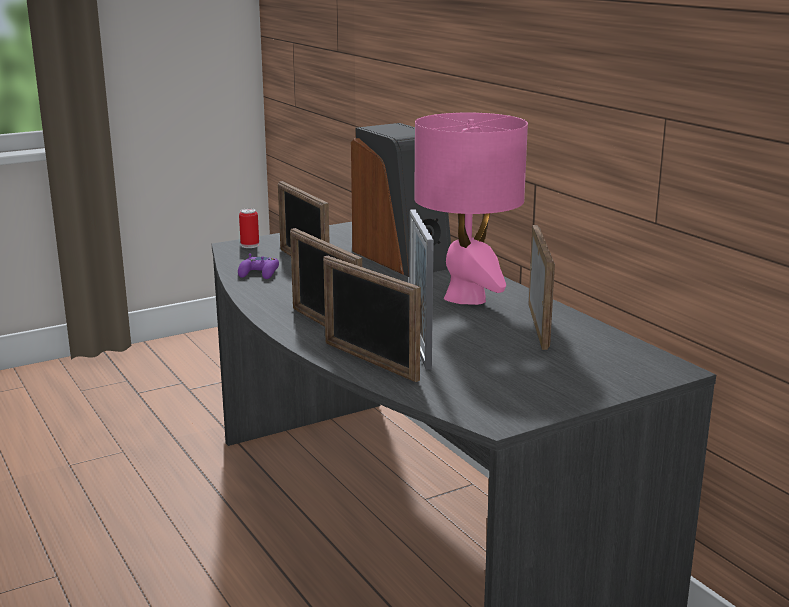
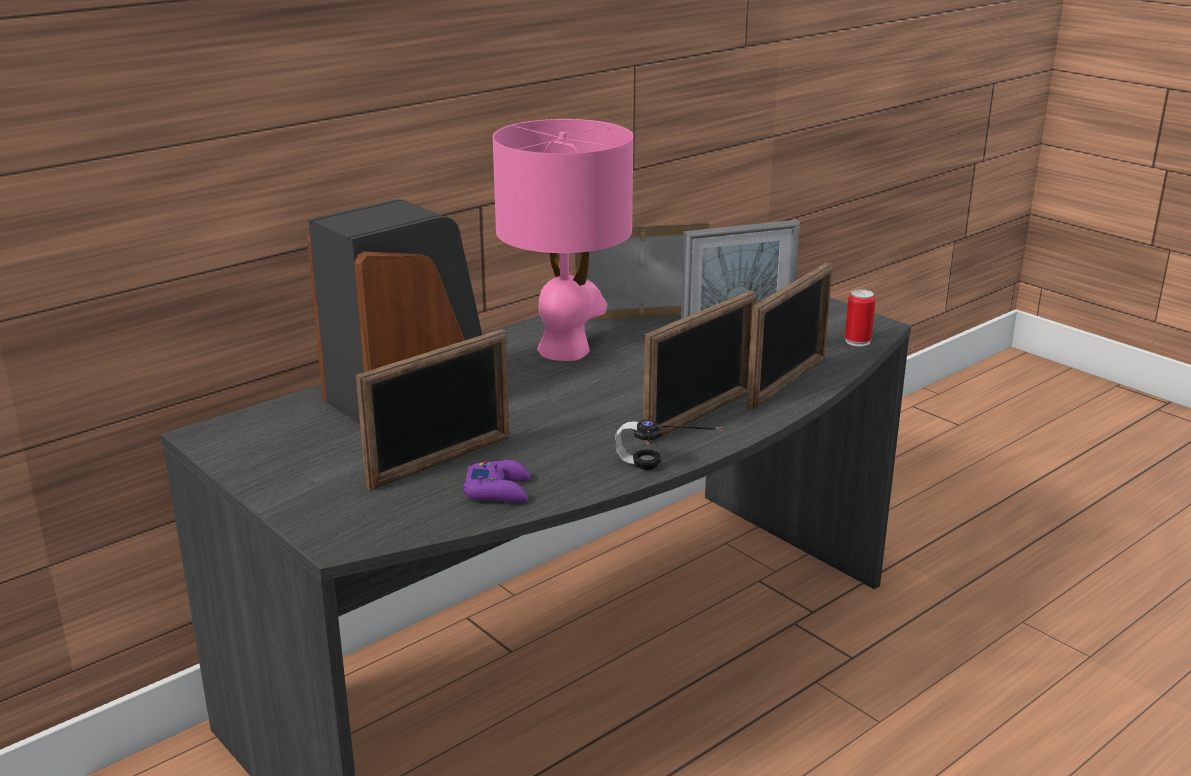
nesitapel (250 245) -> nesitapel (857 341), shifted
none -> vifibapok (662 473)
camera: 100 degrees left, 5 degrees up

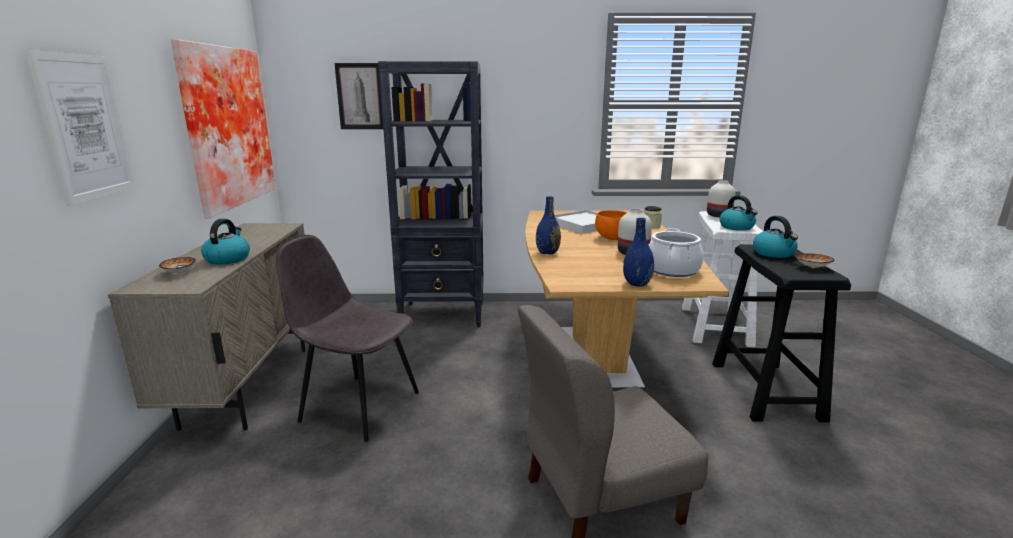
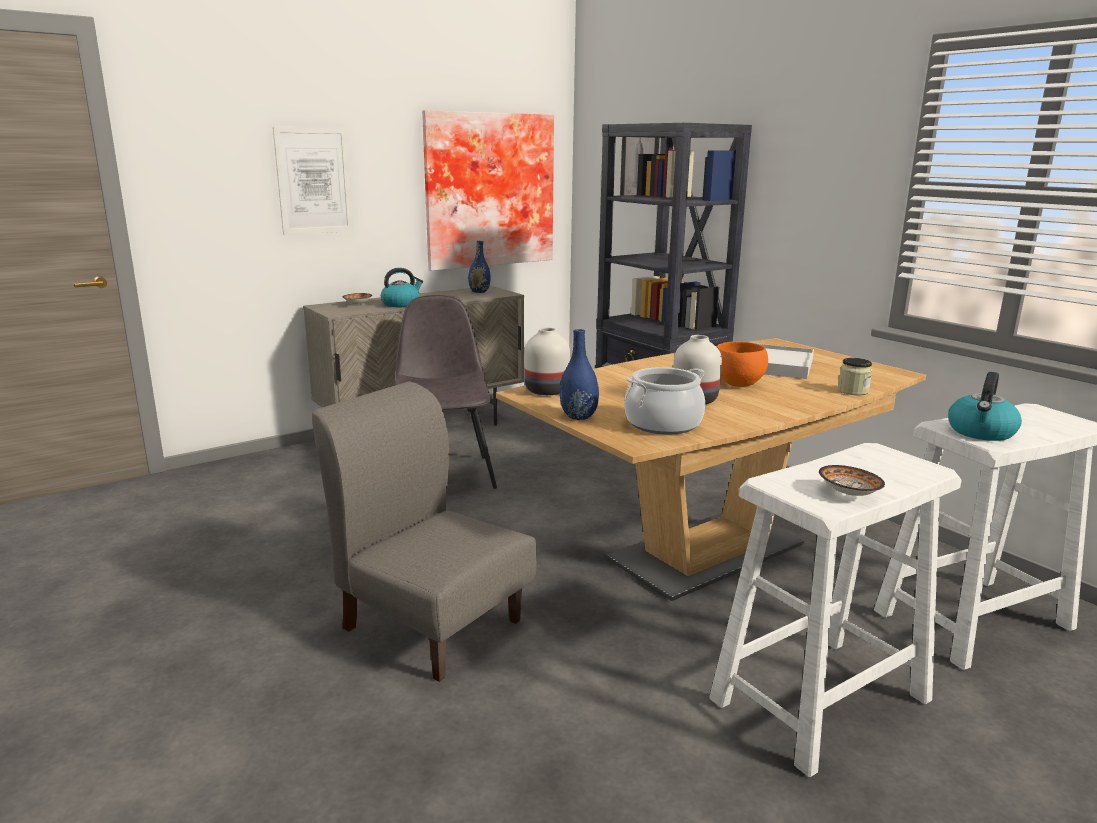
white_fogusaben (718 215) -> white_fogusaben (545 391), shifted
blue_fogusaben (547 252) -> blue_fogusaben (479 292), shifted
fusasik (774 253) -> none
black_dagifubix (765 391) -> white_dagifubix (819 700)
camera: 55 degrees right, 0 degrees up

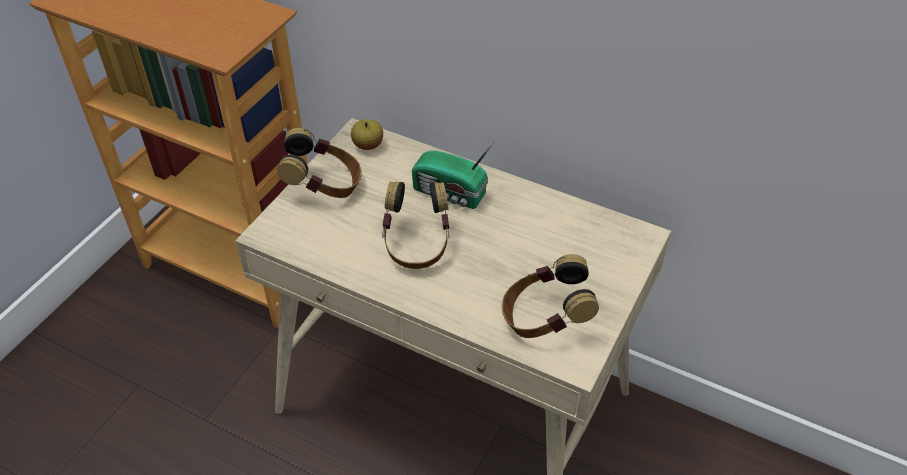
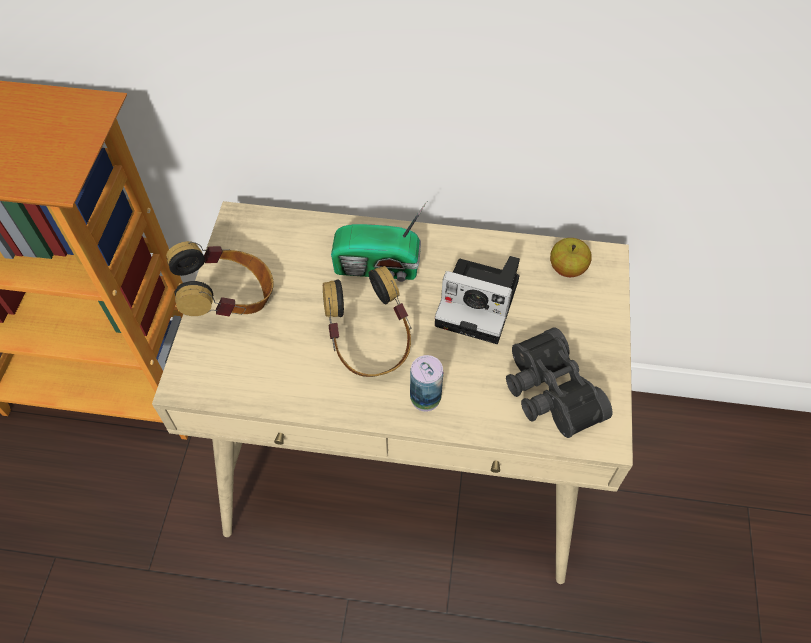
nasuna (368 145) -> nasuna (567 268), shifted
vifibapok (544 319) -> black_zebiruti (547 393)
none -> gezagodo (481 303)
none -> nesitapel (425 398)
camera: 20 degrees left, 10 degrees up

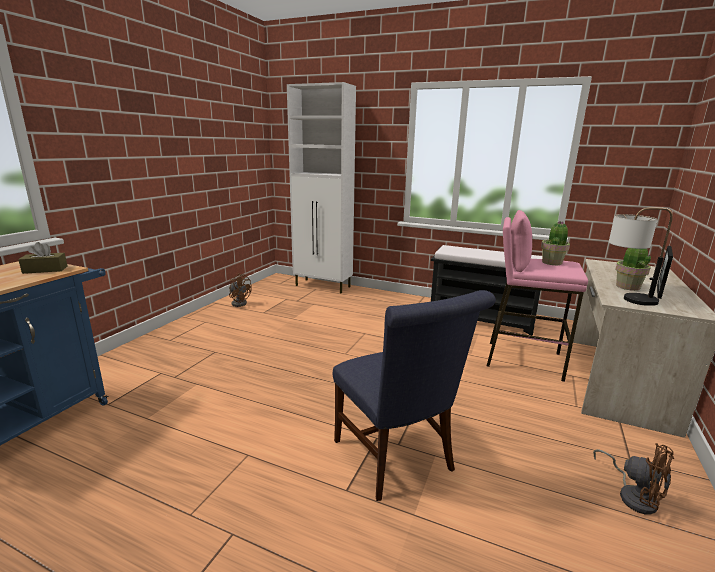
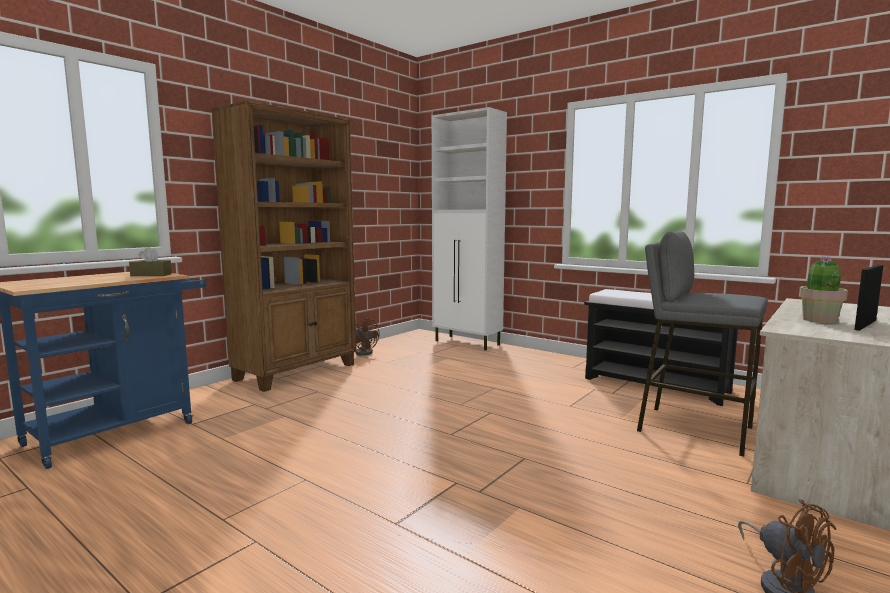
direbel (625 300) -> none
pink_dagifubix (523 360) -> grey_dagifubix (694 429)
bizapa (552 262) -> none
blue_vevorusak (397 459) -> none
none -> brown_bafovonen (297 372)
camera: 15 degrees right, 10 degrees down

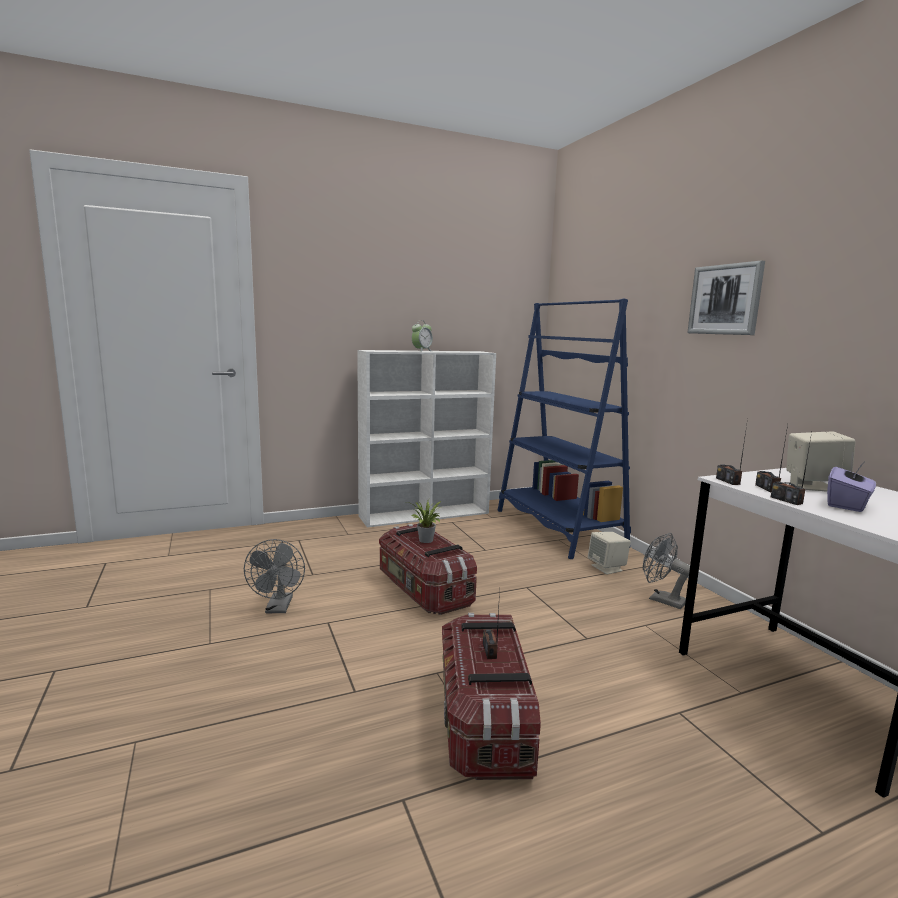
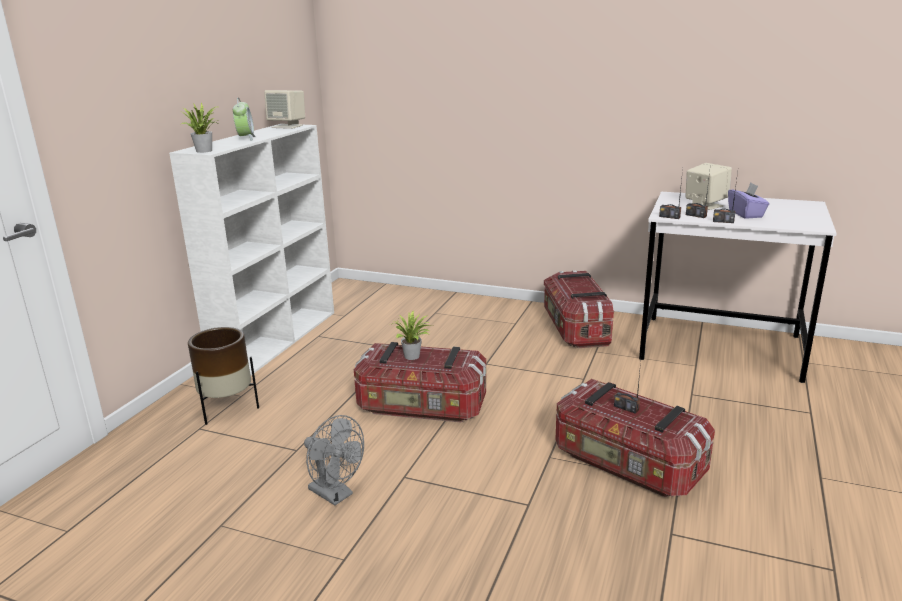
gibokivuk (725 299) -> none
blue_bafovonen (558 528) -> none
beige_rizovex (607 568) -> beige_rizovex (288 126), shifted
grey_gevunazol (661 599) -> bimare (575 328)
none -> bizapa (206 151)
none -> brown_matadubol (228 409)
camera: 45 degrees left, 10 degrees up

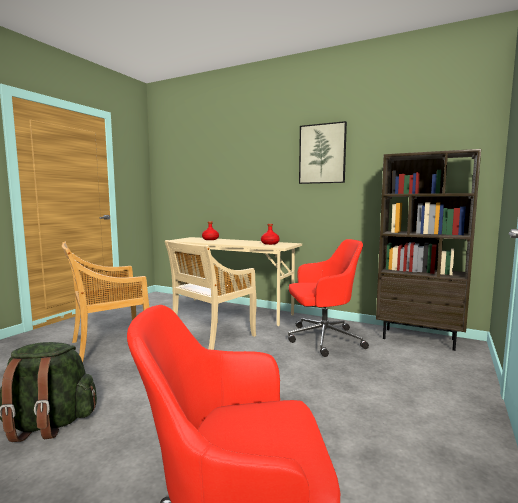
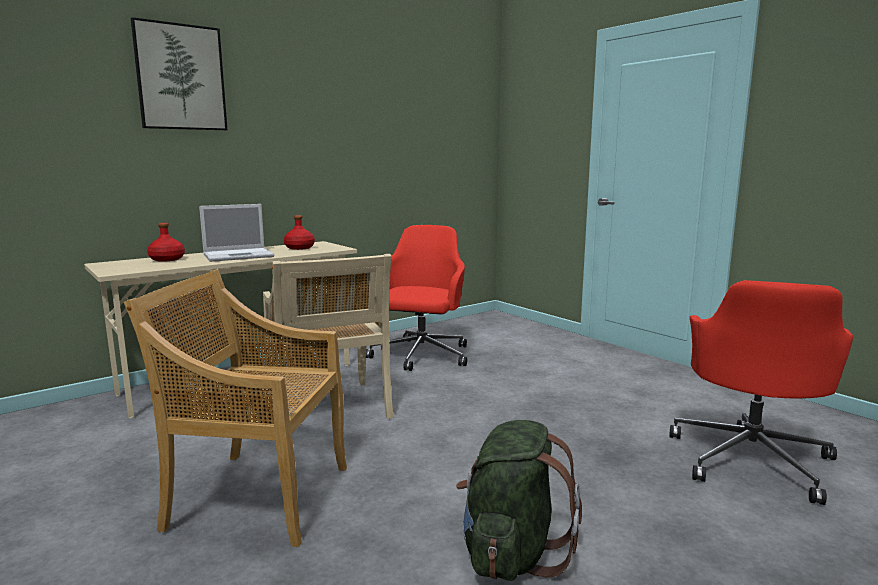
gibokivuk (322 154) -> gibokivuk (180 77), shifted
brown_bafovonen (419 339) -> none
beige_vevorusak (109 347) -> beige_vevorusak (257 496), 105 degrees clockwise
none -> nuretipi (239 255)
camera: 65 degrees left, 5 degrees up

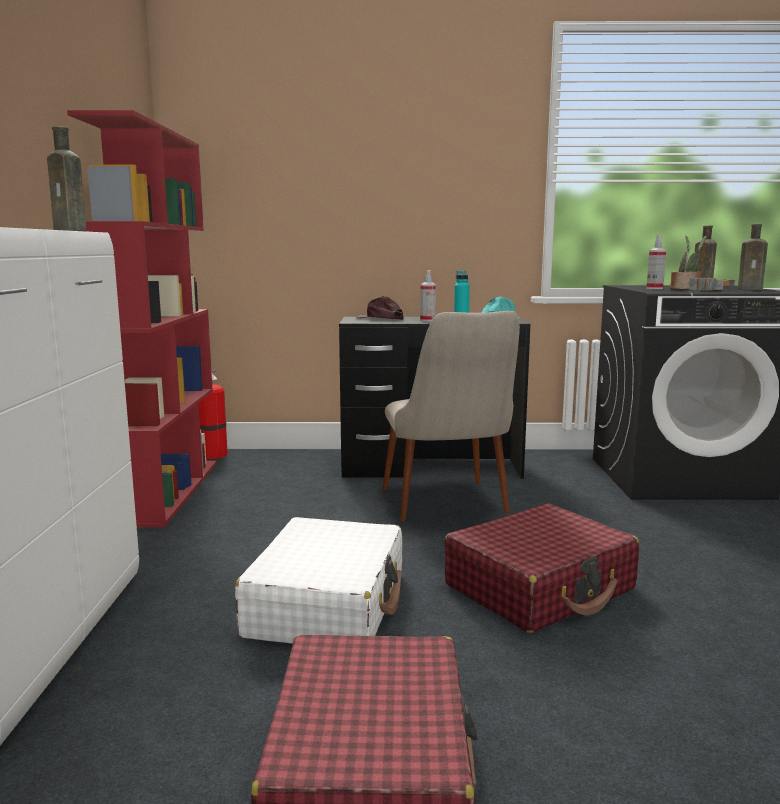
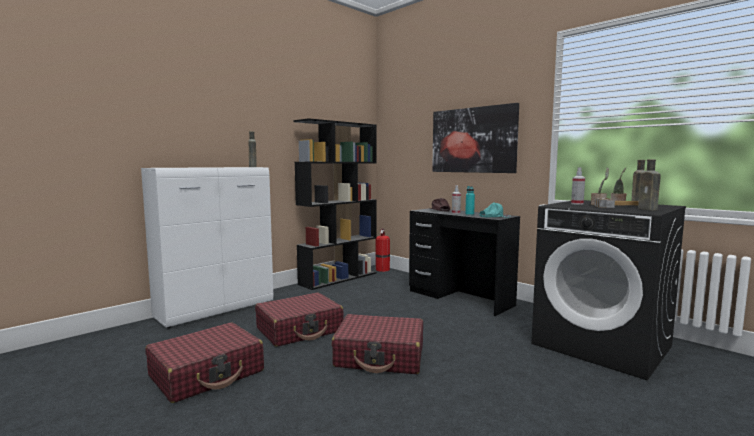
red_bafovonen (167 491) -> black_bafovonen (339 278)
beige_vevorusak (449 509) -> none
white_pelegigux (328 604) -> red_pelegigux (300 330)
none -> gibokivuk (473 140)
camera: 45 degrees right, 5 degrees down

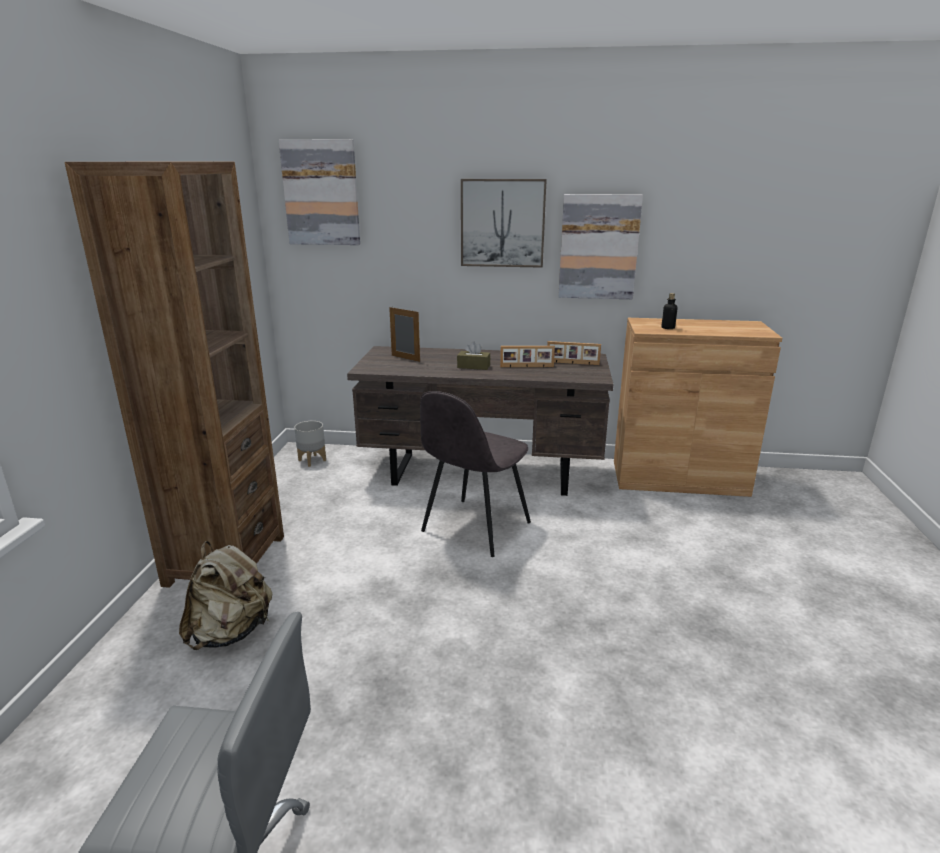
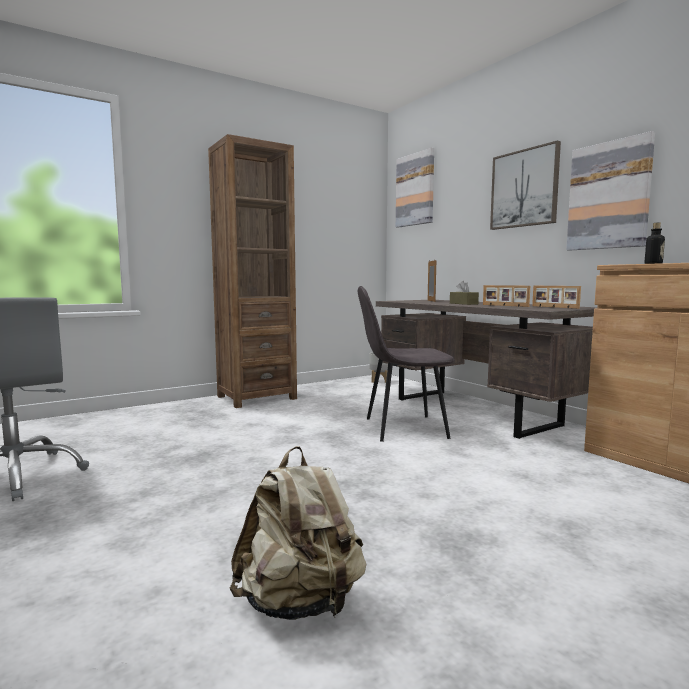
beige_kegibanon (231 632) -> beige_kegibanon (300 602), shifted
camera: 50 degrees right, 15 degrees down

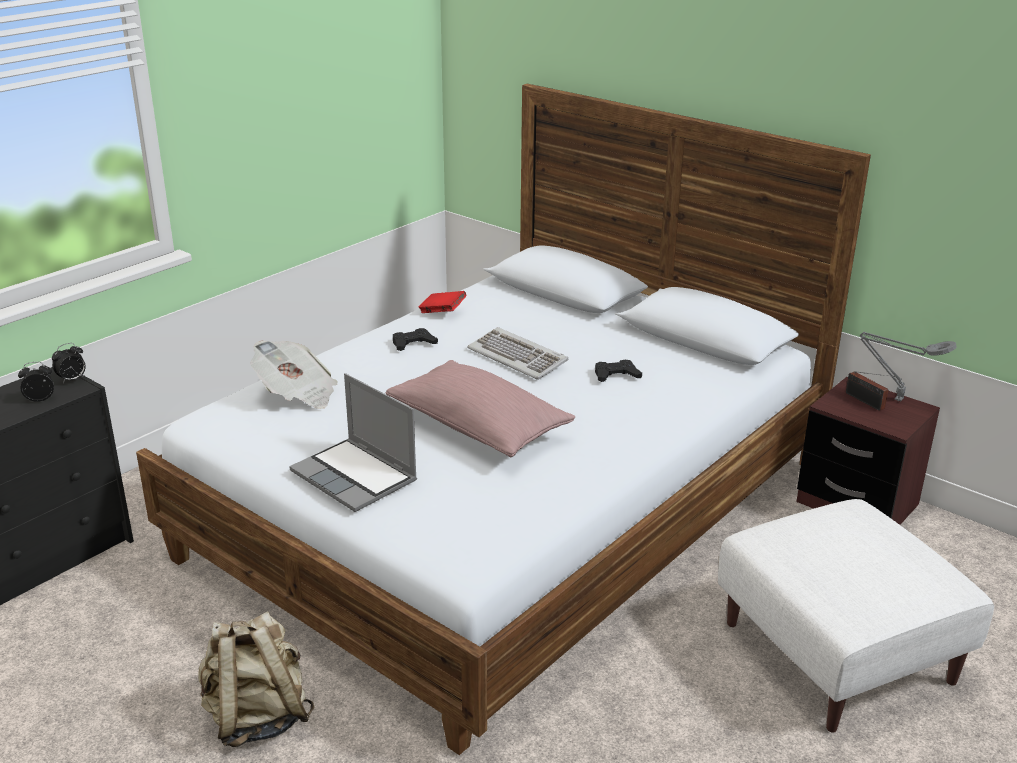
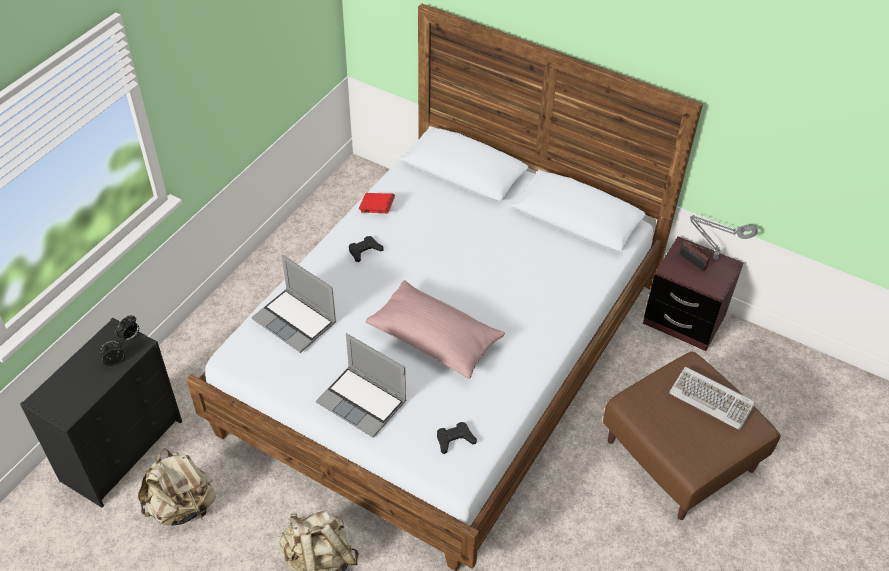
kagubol (518 357) -> kagubol (711 399), shifted
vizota (297 394) -> nuretipi (296 321)
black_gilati (616 375) -> black_gilati (454 439), shifted
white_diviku (839 652) -> brown_diviku (681 455)
none -> beige_kegibanon (182 506)
camera: 10 degrees left, 20 degrees up

